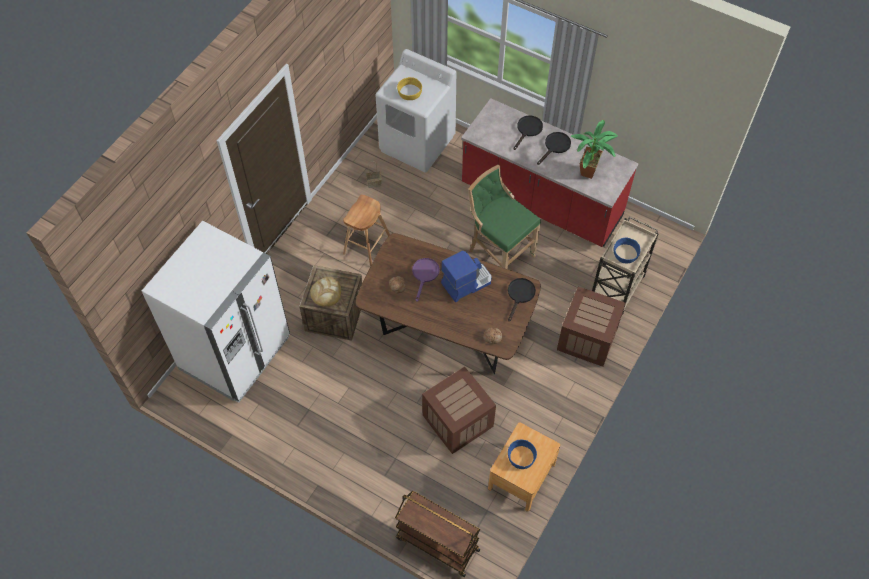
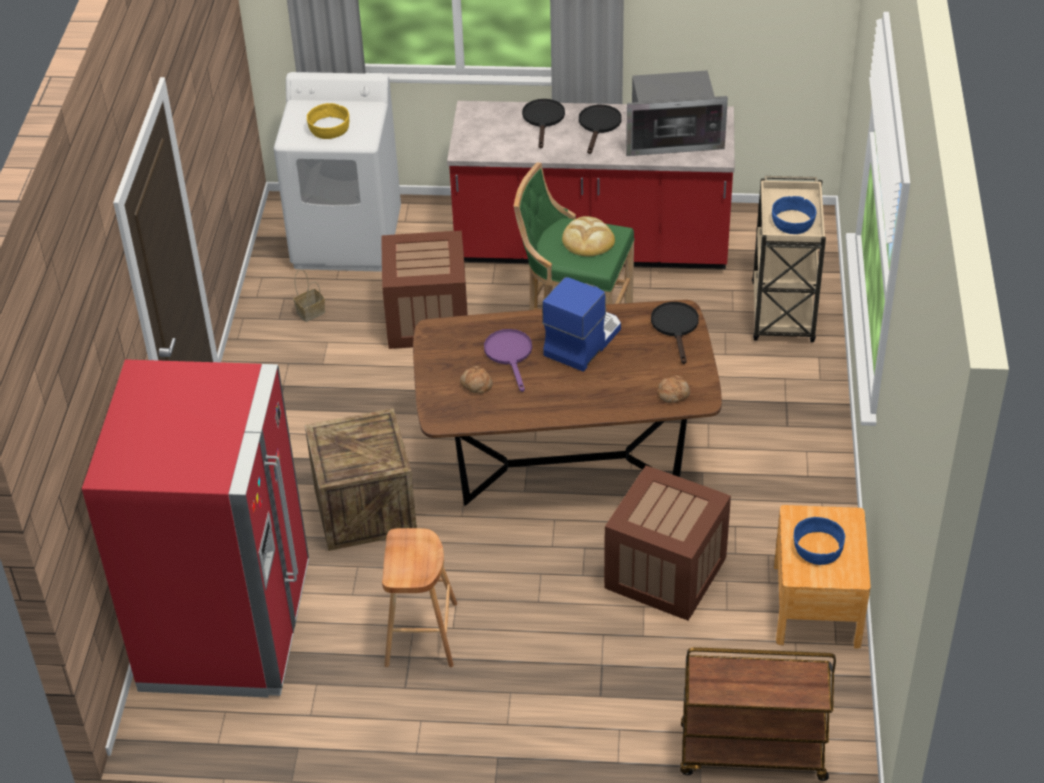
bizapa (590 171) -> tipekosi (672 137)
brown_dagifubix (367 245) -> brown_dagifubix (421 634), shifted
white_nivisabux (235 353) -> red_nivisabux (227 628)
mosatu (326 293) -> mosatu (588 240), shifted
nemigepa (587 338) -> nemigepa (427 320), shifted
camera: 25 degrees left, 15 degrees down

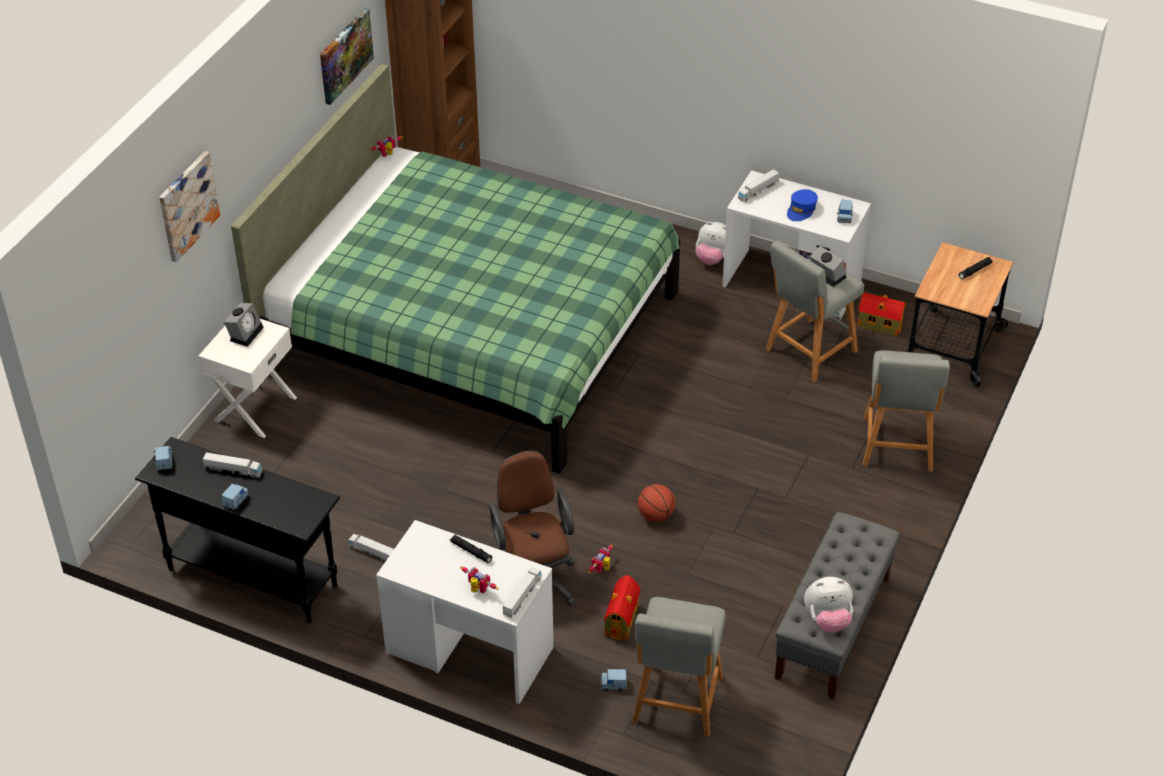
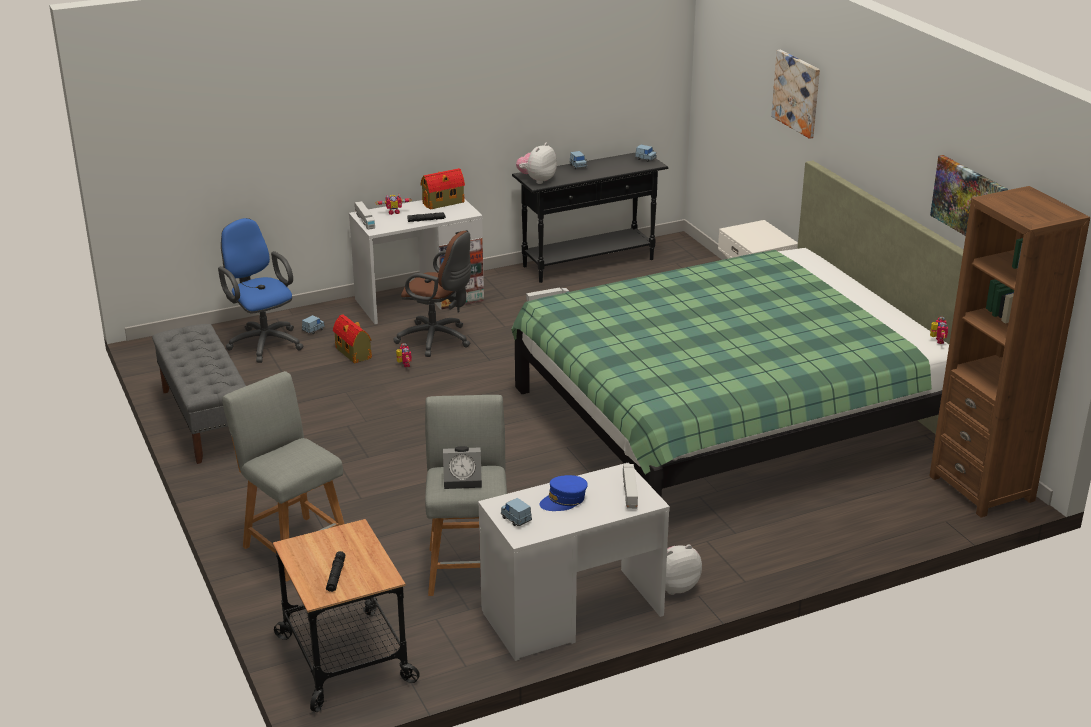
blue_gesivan (801 210) -> blue_gesivan (564 500), 105 degrees counterclockwise
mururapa (878 324) -> mururapa (444 202), shifted
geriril (245 333) -> none
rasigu (233 470) -> none
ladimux (656 515) -> none
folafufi (827 620) -> folafufi (537 180), shifted
grey_dagifubix (676 703) -> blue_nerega (263 342)
camera: 130 degrees right, 15 degrees down

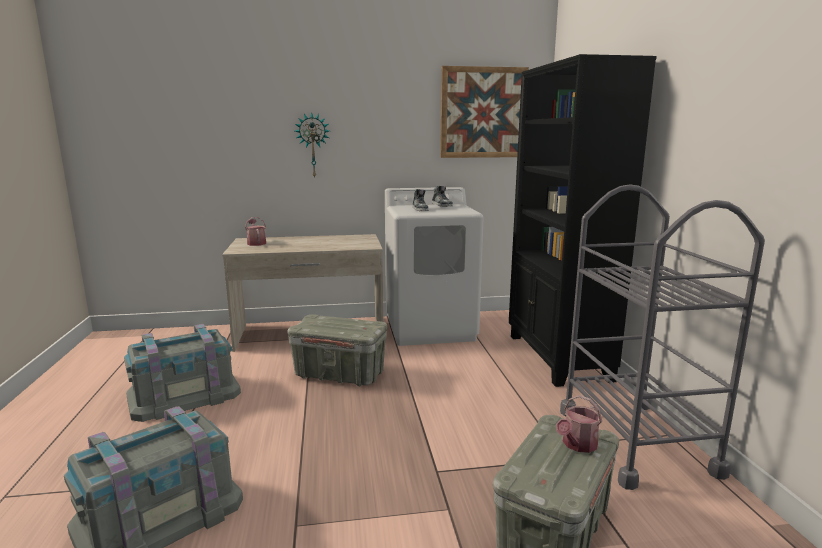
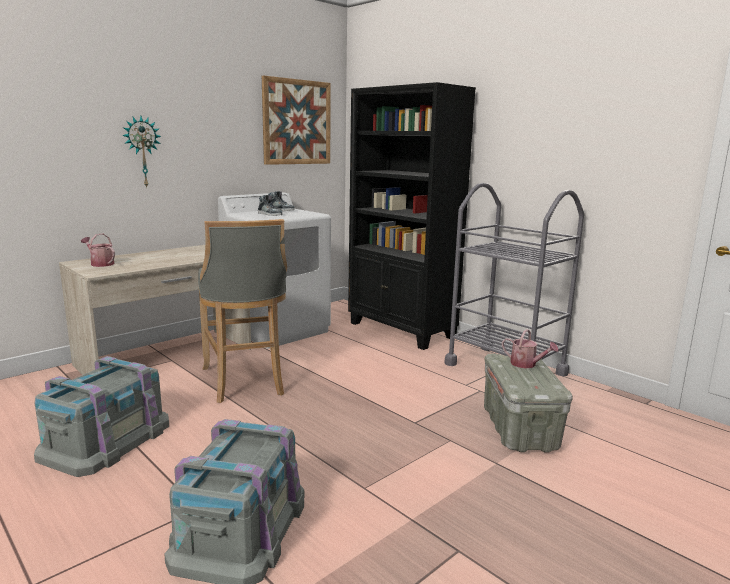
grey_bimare (339 374) -> grey_dagifubix (246 382)
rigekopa (577 445) -> rigekopa (526 364), 60 degrees counterclockwise
camera: 35 degrees left, 0 degrees up

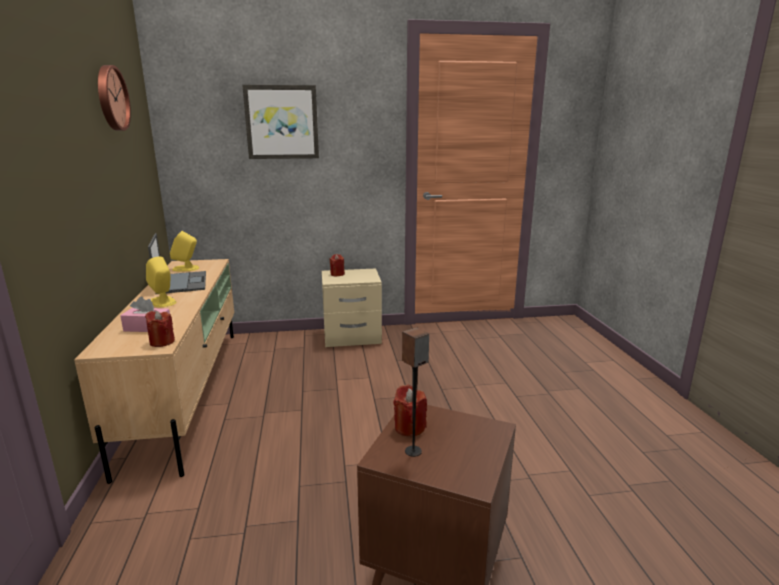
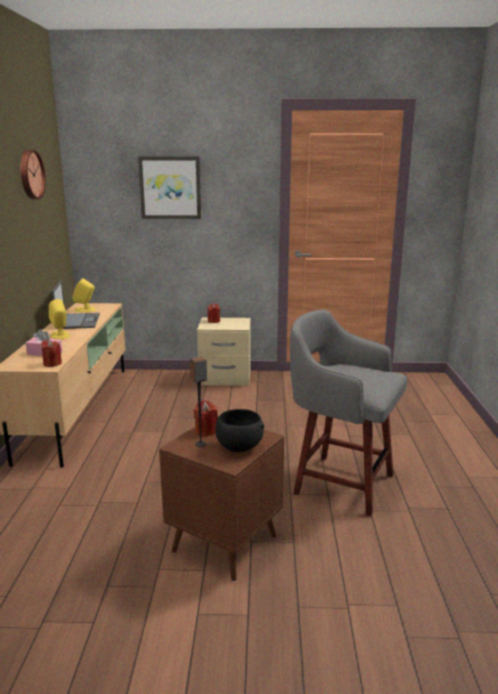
none -> grey_dagifubix (340 483)
none -> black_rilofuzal (238 447)
camera: 10 degrees right, 0 degrees up

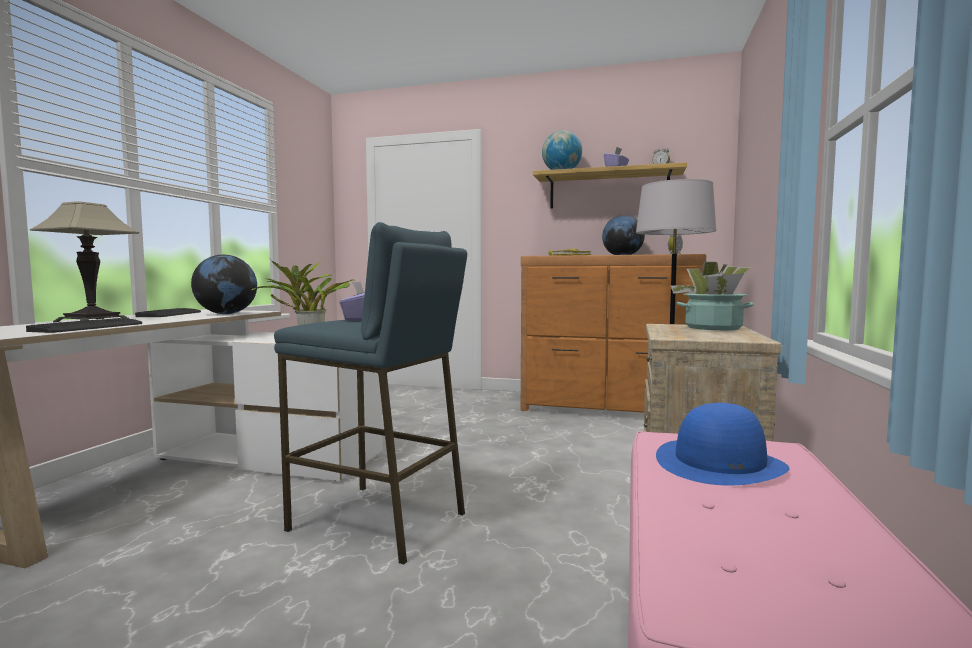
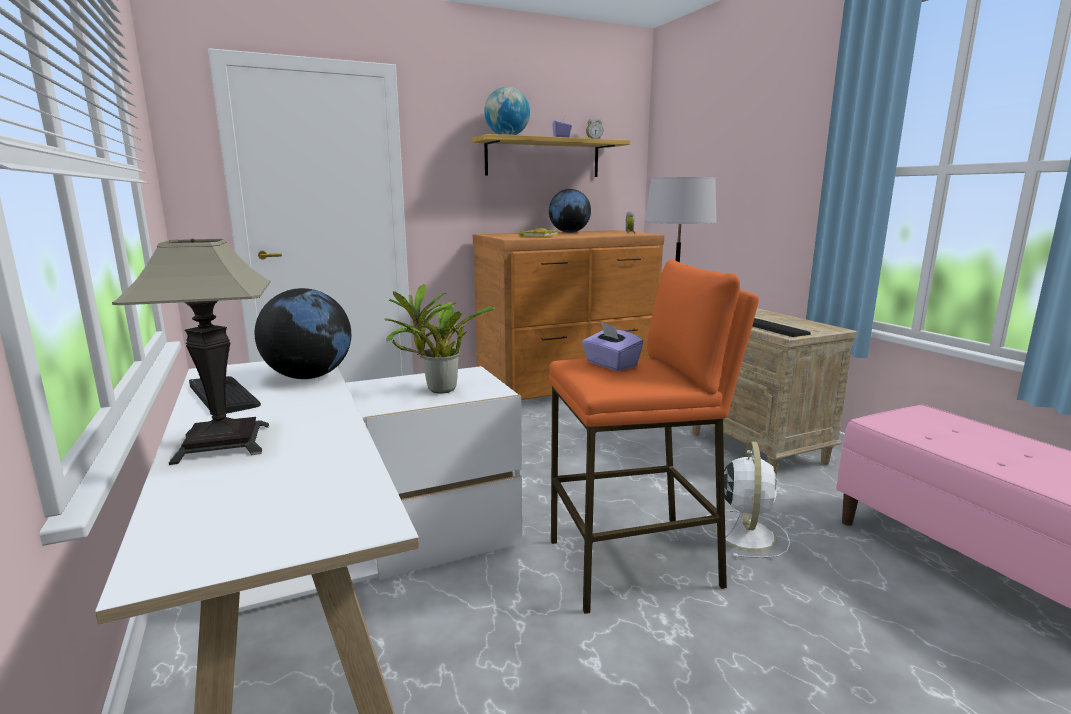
blue_dagifubix (379 521) -> orange_dagifubix (635 564)
bizapa (713 328) -> none
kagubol (89 327) -> kagubol (774 328), shifted
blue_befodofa (719 463) -> none
none -> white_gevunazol (745 533)
camera: 40 degrees left, 10 degrees up

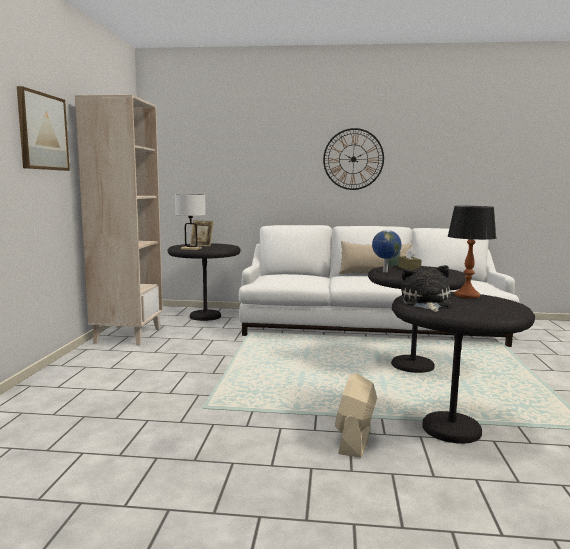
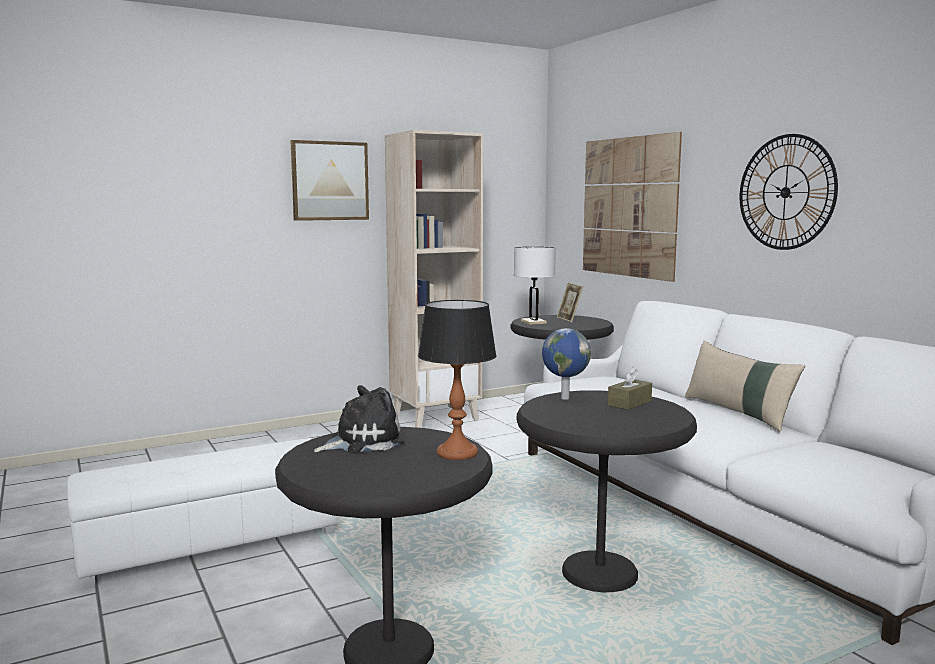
beige_gevunazol (354 440) -> none
none -> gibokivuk (629 207)
none -> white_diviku (212 543)
camera: 55 degrees right, 0 degrees up

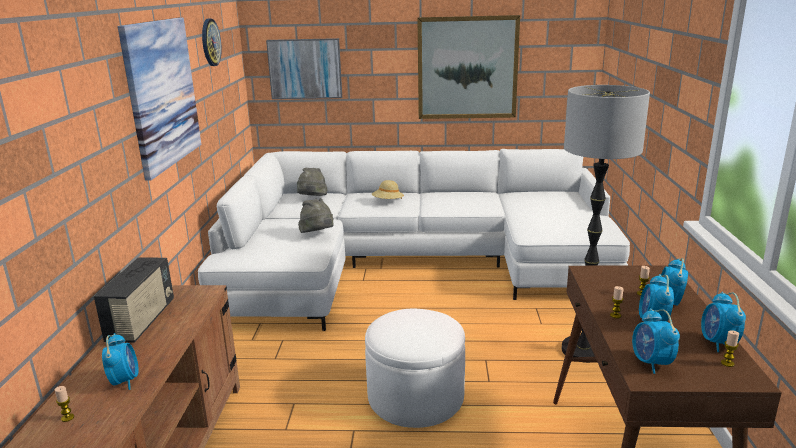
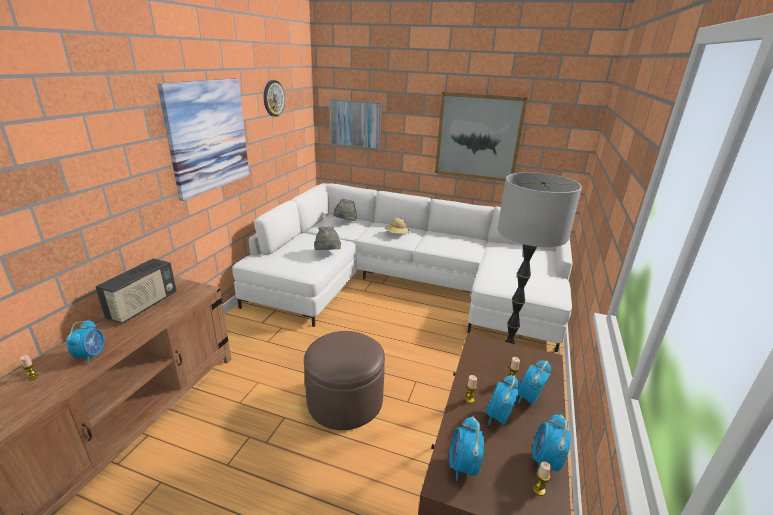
white_diviku (415 396) -> brown_diviku (345 400)
camera: 15 degrees right, 5 degrees up

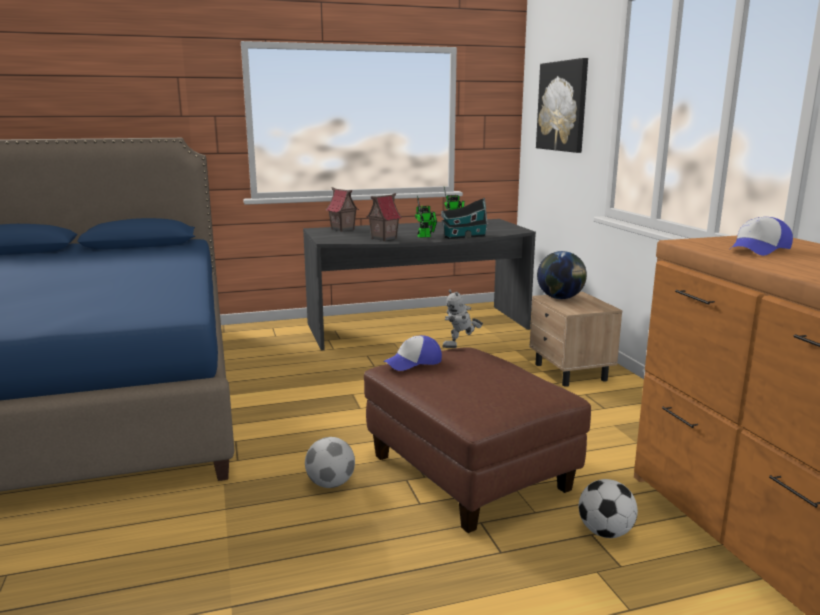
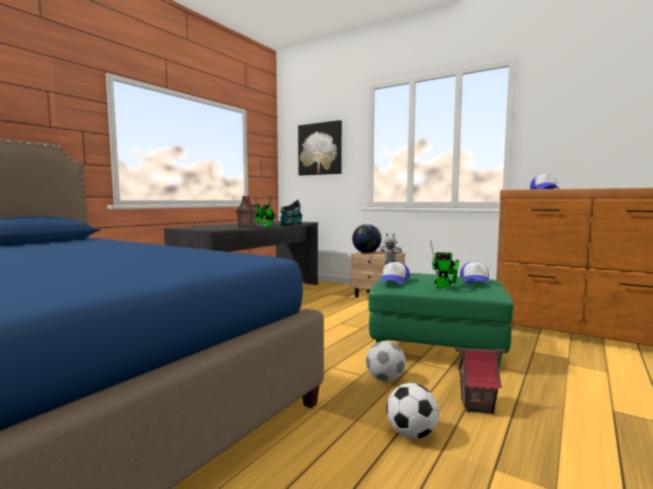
mururapa (342 229) -> mururapa (477 406), shifted
brown_diviku (469 474) -> green_diviku (437 348)
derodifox (605 532) -> derodifox (412 434), shifted
none -> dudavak (445 286)
none -> gesivan (475 280)
camera: 40 degrees left, 10 degrees down

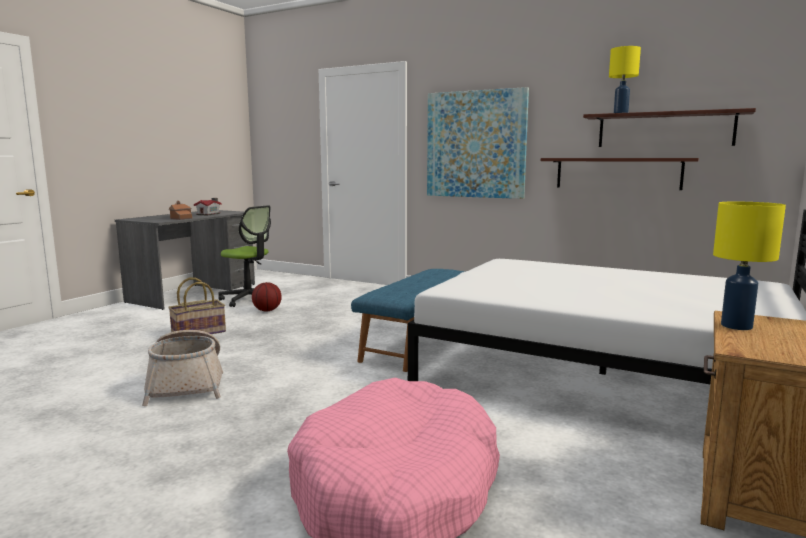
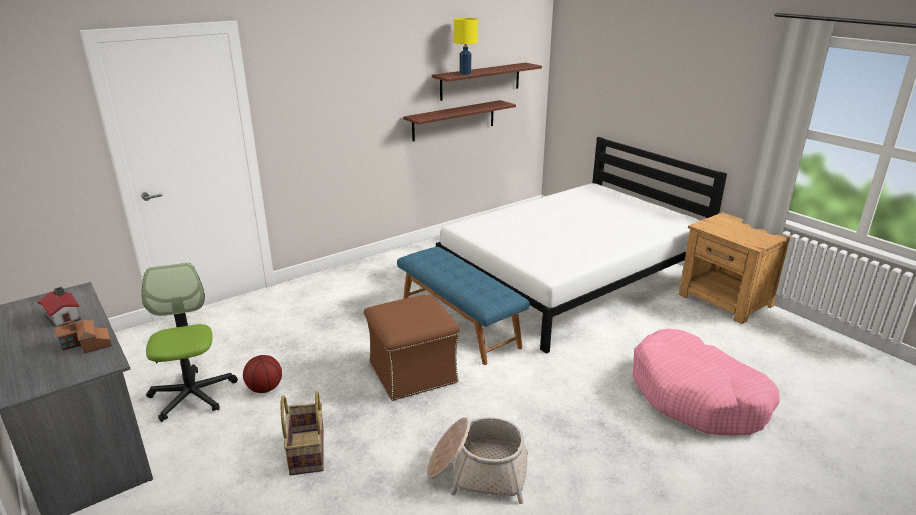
gibokivuk (475 144) -> none
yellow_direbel (735 326) -> none
nerega (249 299) -> nerega (192 395), 75 degrees counterclockwise
none -> brown_diviku (412 373)
camera: 65 degrees left, 15 degrees up

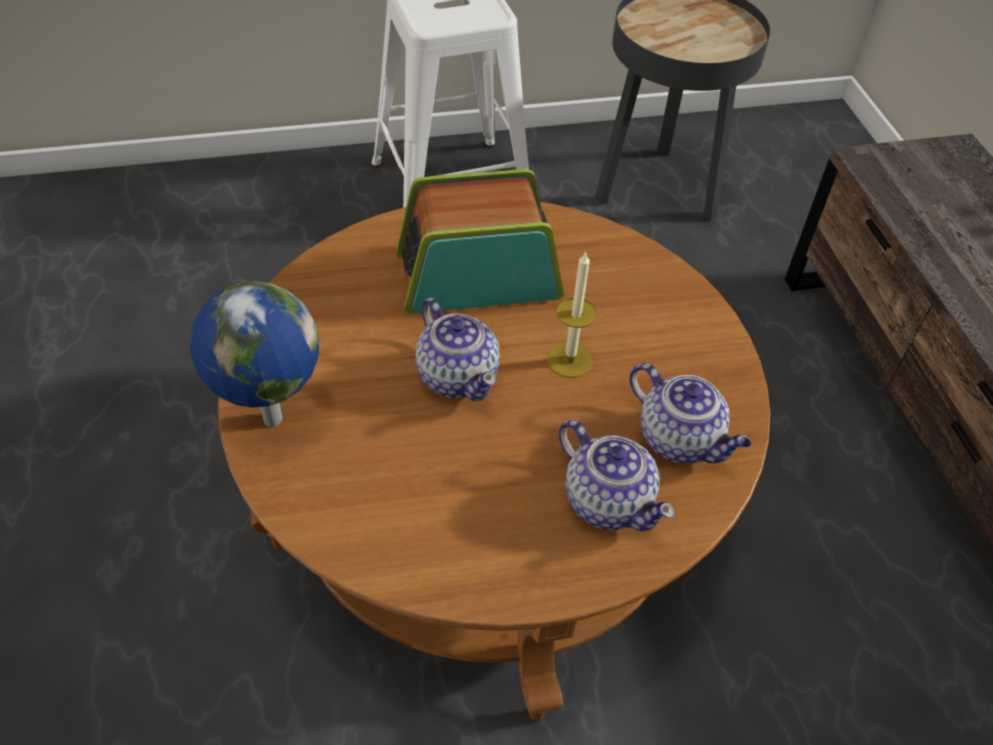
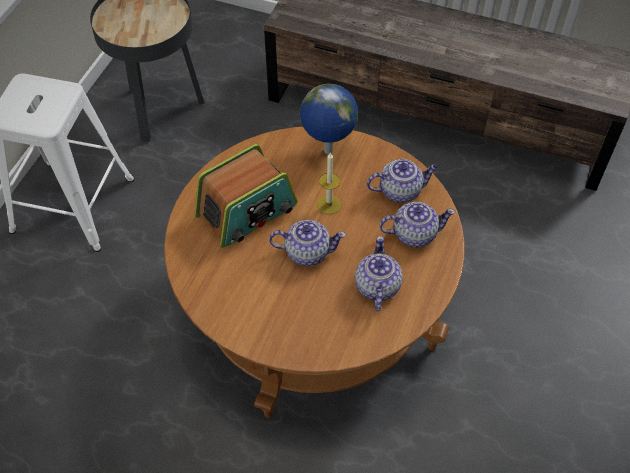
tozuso (477 276) -> tozuso (247 211), 150 degrees counterclockwise
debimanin (270 419) -> debimanin (327 151), shifted
none -> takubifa (376 287)
camera: 55 degrees left, 5 degrees up

